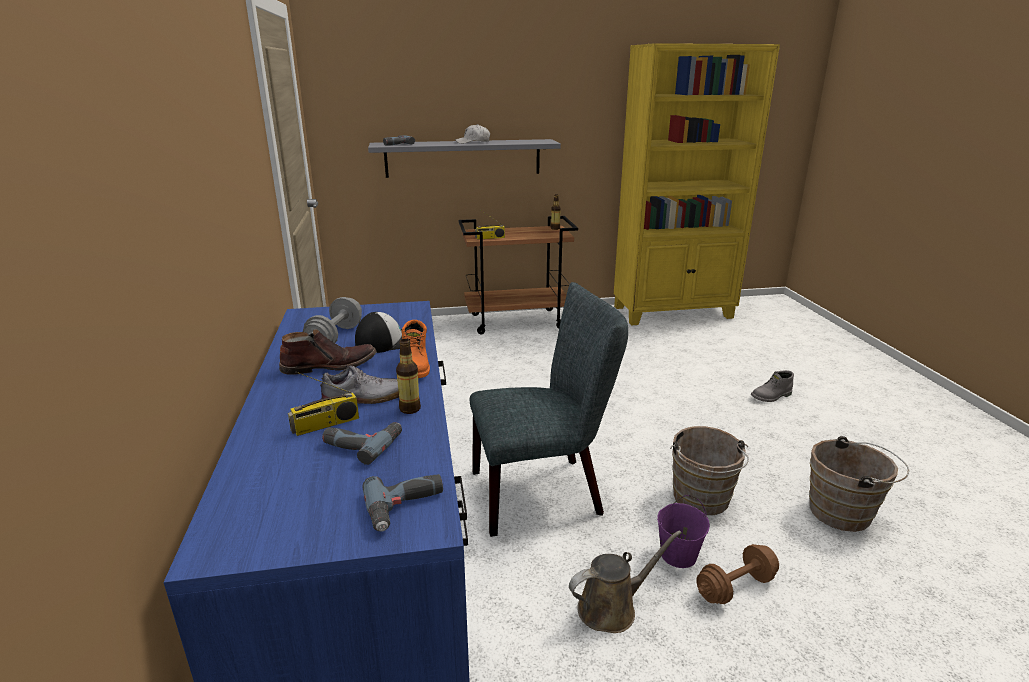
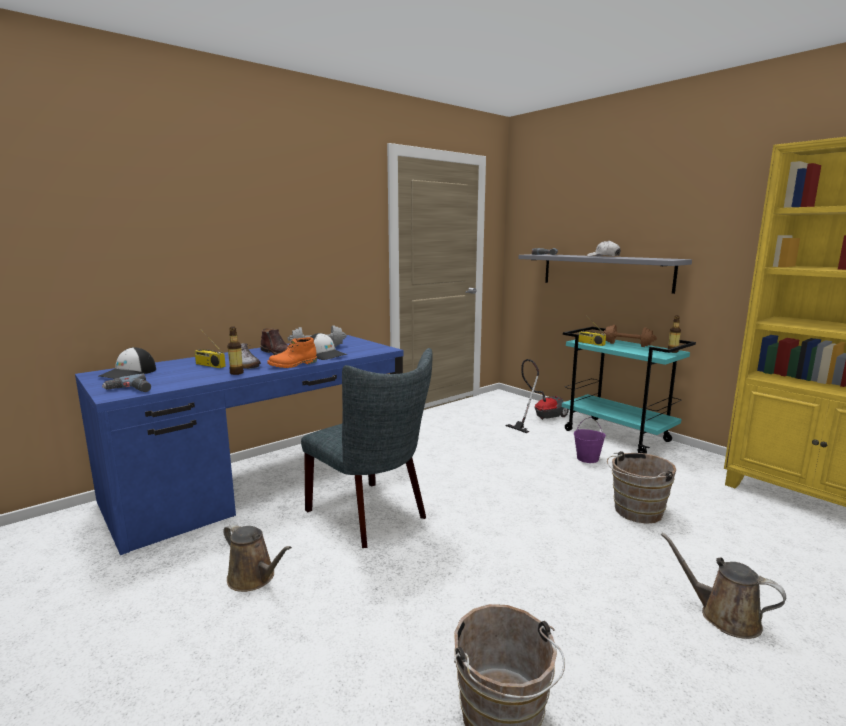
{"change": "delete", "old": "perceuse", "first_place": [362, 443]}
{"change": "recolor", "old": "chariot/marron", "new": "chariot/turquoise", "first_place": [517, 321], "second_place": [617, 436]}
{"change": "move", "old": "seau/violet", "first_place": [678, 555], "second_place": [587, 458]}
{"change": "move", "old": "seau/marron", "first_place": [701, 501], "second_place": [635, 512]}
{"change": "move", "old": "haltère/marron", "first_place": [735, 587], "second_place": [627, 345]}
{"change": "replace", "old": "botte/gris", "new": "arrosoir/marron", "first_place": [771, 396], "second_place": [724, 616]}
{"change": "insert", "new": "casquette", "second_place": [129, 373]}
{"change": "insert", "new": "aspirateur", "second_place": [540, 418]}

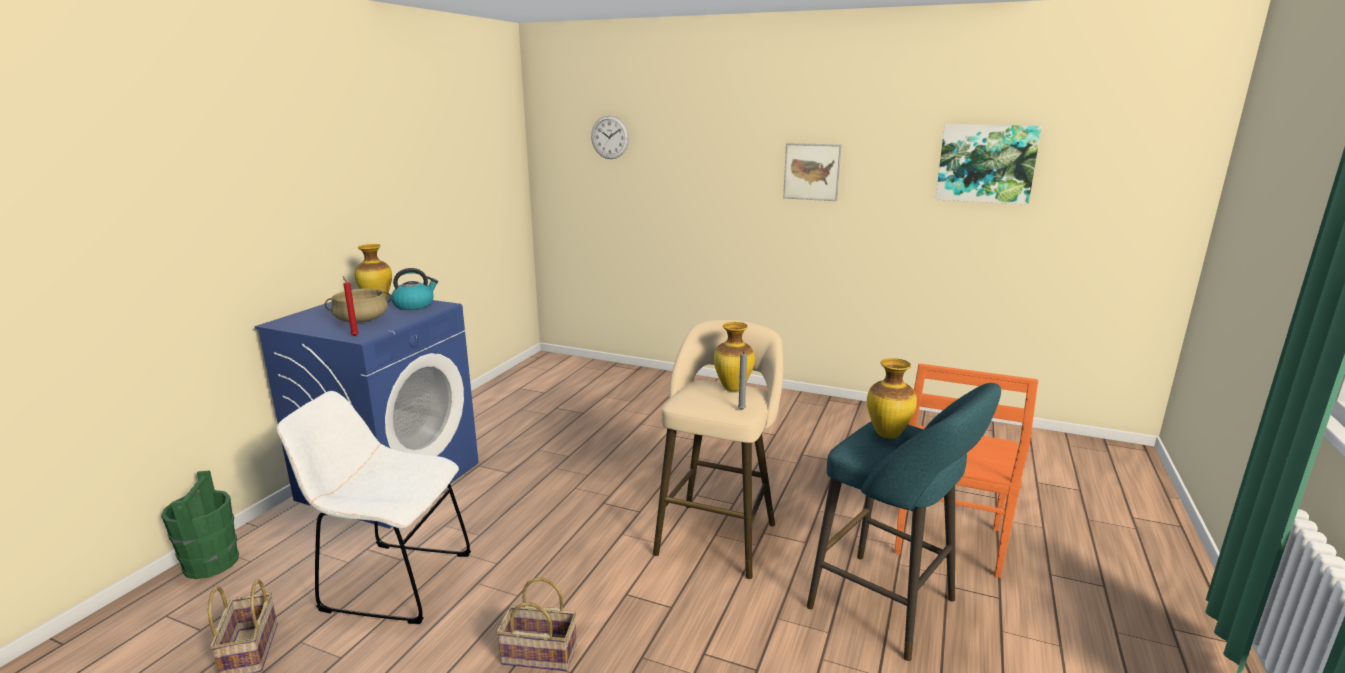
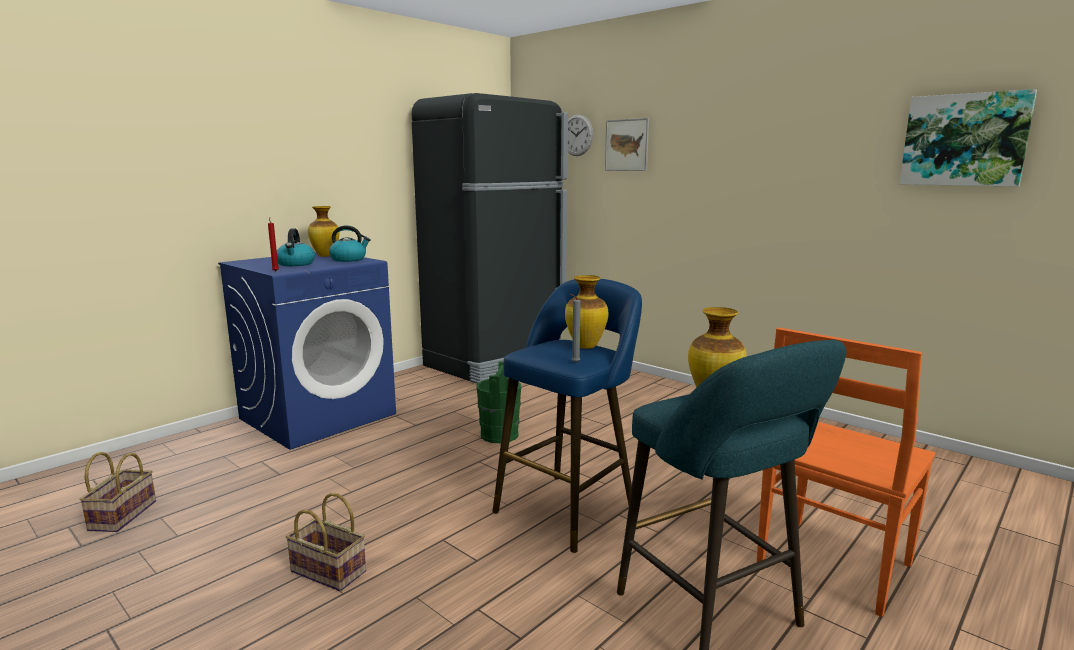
{"change": "move", "old": "seau/vert", "first_place": [211, 563], "second_place": [499, 435]}
{"change": "delete", "old": "chaise/blanc", "first_place": [391, 581]}
{"change": "replace", "old": "marmite/beige", "new": "bouilloire", "first_place": [361, 320], "second_place": [296, 264]}
{"change": "recolor", "old": "tabouret/beige", "new": "tabouret/bleu", "first_place": [718, 534], "second_place": [569, 507]}
{"change": "move", "old": "tableau", "first_place": [811, 172], "second_place": [626, 145]}
{"change": "insert", "new": "réfrigérateur/noir", "second_place": [495, 363]}

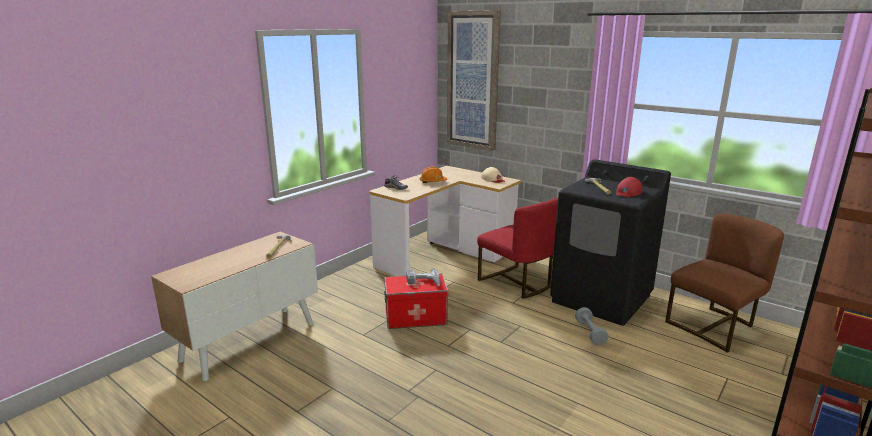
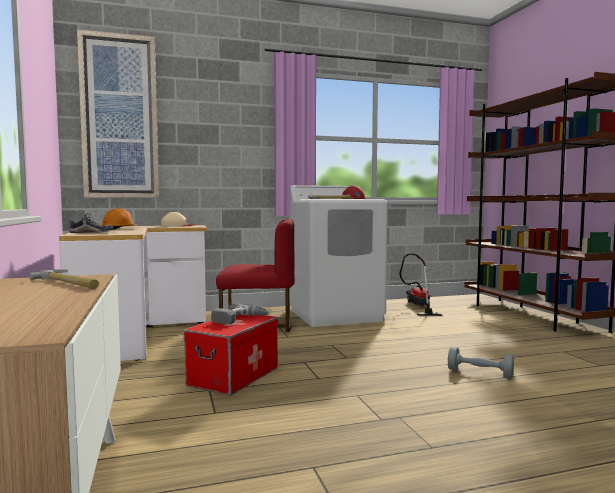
{"change": "recolor", "old": "lave-linge/noir", "new": "lave-linge/blanc", "first_place": [601, 298], "second_place": [336, 315]}
{"change": "move", "old": "haltère/gris", "first_place": [590, 333], "second_place": [480, 373]}
{"change": "replace", "old": "chaise/marron", "new": "aspirateur", "first_place": [714, 326], "second_place": [418, 306]}

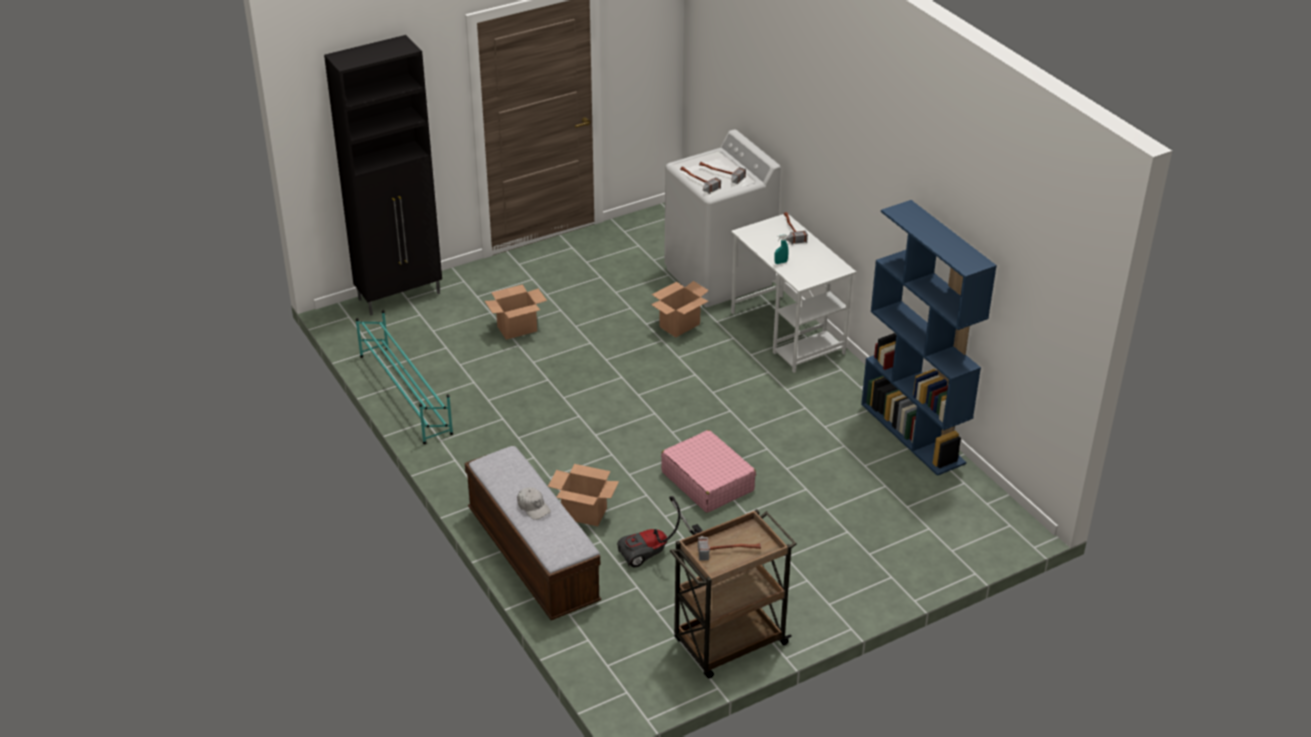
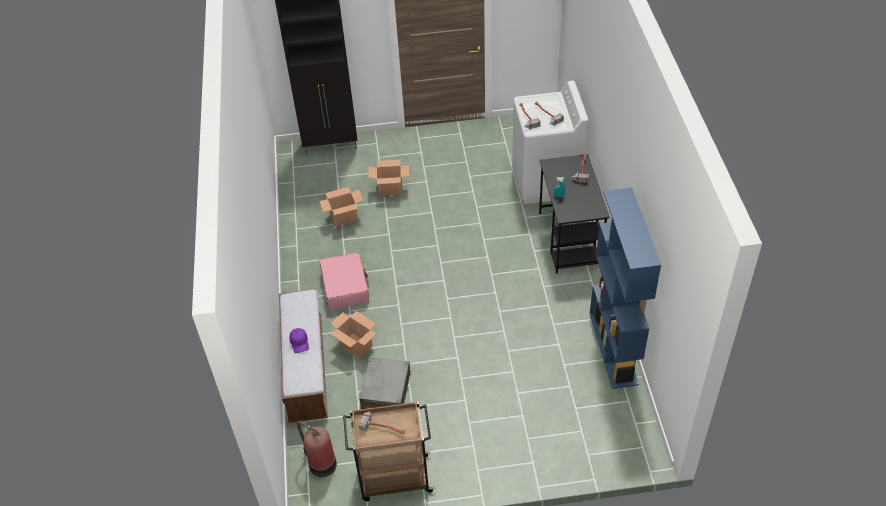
{"change": "delete", "old": "étagère à chaussures/turquoise", "first_place": [405, 393]}
{"change": "recolor", "old": "casquette/blanc", "new": "casquette/violet", "first_place": [533, 507], "second_place": [299, 342]}
{"change": "replace", "old": "aspirateur", "new": "valise/gris", "first_place": [657, 552], "second_place": [386, 391]}
{"change": "move", "old": "carton", "first_place": [679, 326], "second_place": [343, 218]}
{"change": "move", "old": "valise/rose", "first_place": [707, 481], "second_place": [345, 287]}
{"change": "recolor", "old": "bureau/blanc", "new": "bureau/noir", "first_place": [788, 333], "second_place": [569, 240]}
{"change": "insert", "new": "extincteur", "second_place": [321, 463]}

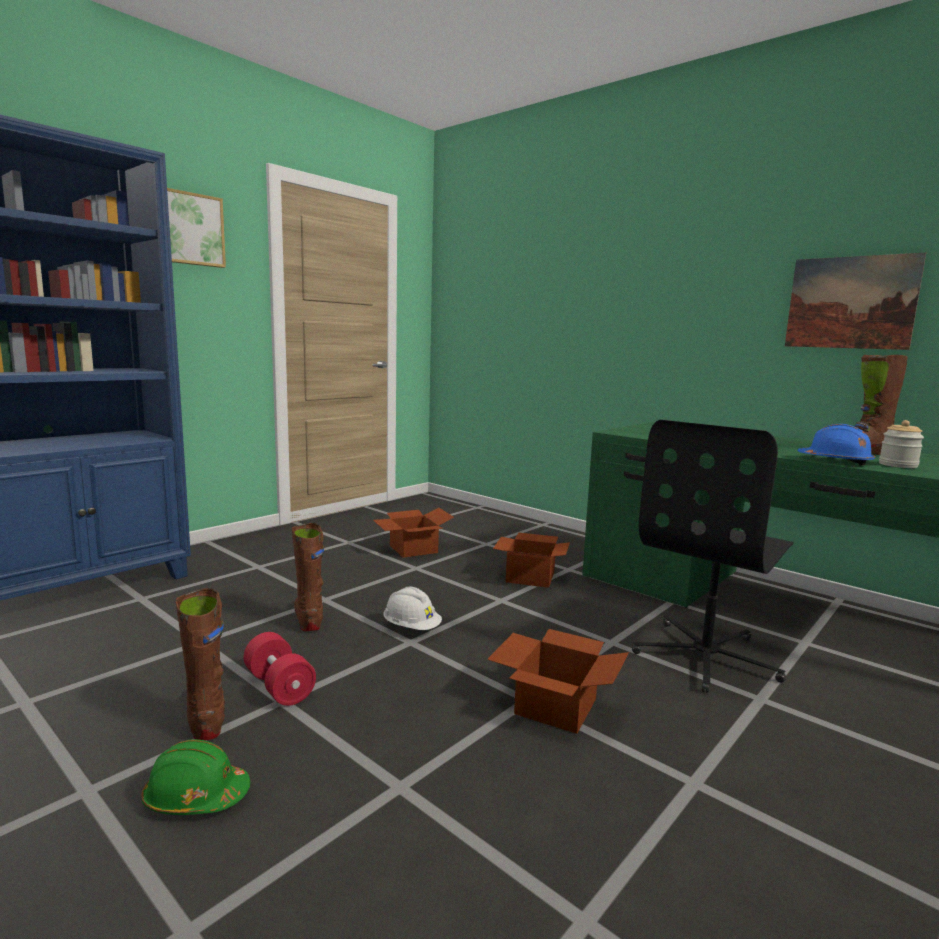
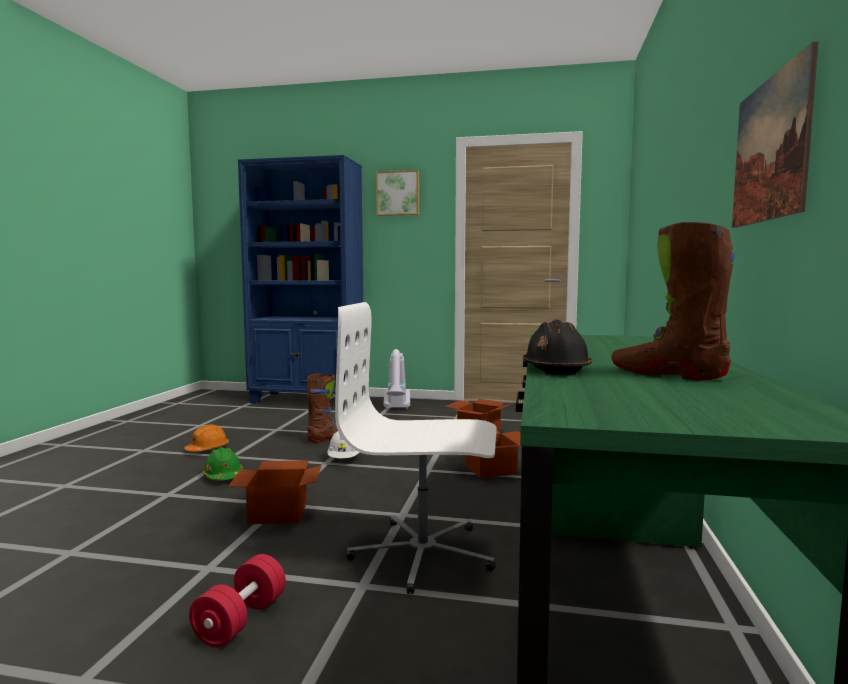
{"change": "move", "old": "casque de chantier/vert", "first_place": [196, 797], "second_place": [223, 476]}
{"change": "replace", "old": "botte/marron", "new": "casque de chantier/orange", "first_place": [206, 716], "second_place": [207, 449]}
{"change": "move", "old": "haltère/rouge", "first_place": [279, 686], "second_place": [241, 620]}
{"change": "recolor", "old": "chaise de bureau/noir", "new": "chaise de bureau/blanc", "first_place": [706, 657], "second_place": [423, 554]}
{"change": "recolor", "old": "casque de chantier/bleu", "new": "casque de chantier/noir", "first_place": [835, 461], "second_place": [555, 369]}
{"change": "delete", "old": "bocal", "first_place": [898, 465]}
{"change": "insert", "new": "aspirateur", "second_place": [397, 409]}

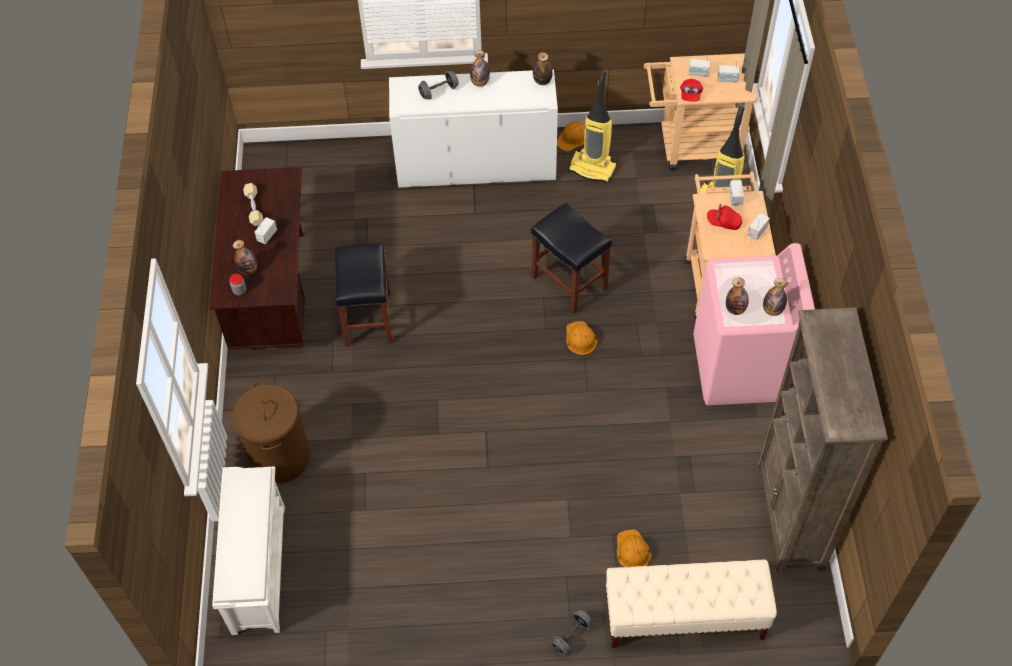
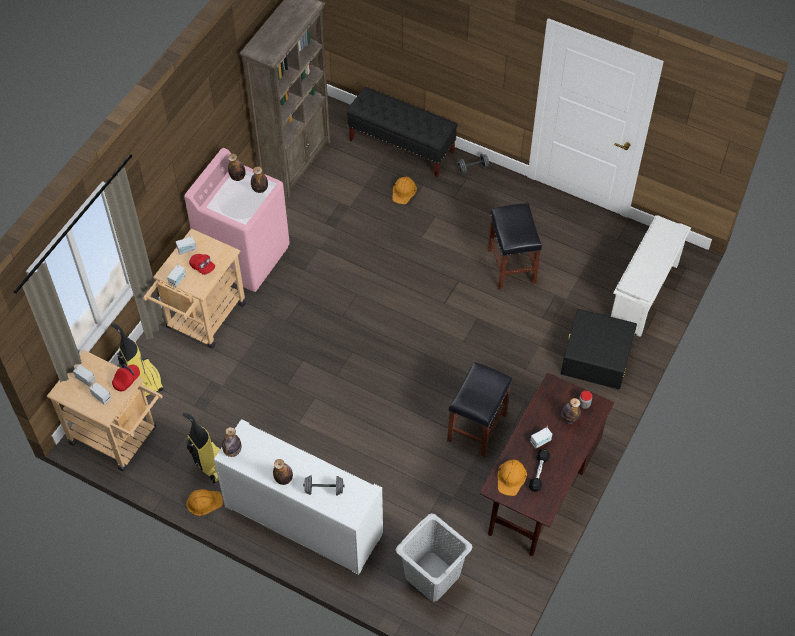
{"change": "replace", "old": "panier à linge/marron", "new": "boîte de rangement/noir", "first_place": [279, 457], "second_place": [596, 357]}
{"change": "recolor", "old": "haltère/beige", "new": "haltère/noir", "first_place": [254, 208], "second_place": [538, 473]}
{"change": "move", "old": "tabouret/noir", "first_place": [570, 283], "second_place": [510, 266]}
{"change": "move", "old": "casque de chantier/orange", "first_place": [580, 338], "second_place": [511, 477]}
{"change": "recolor", "old": "banc/beige", "new": "banc/noir", "first_place": [683, 617], "second_place": [402, 147]}
{"change": "insert", "new": "panier à linge/gris", "second_place": [432, 577]}

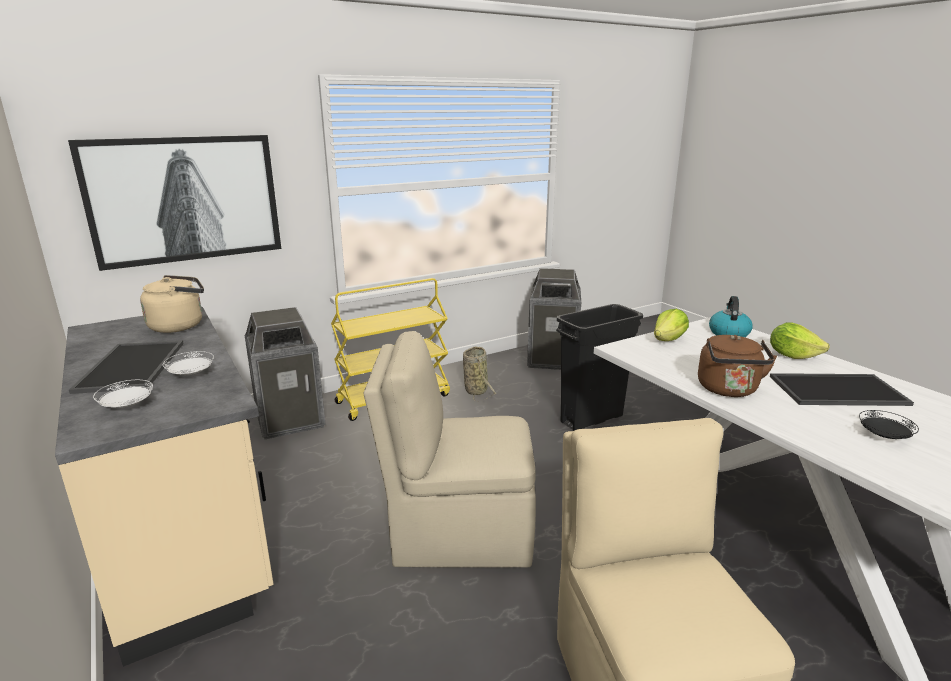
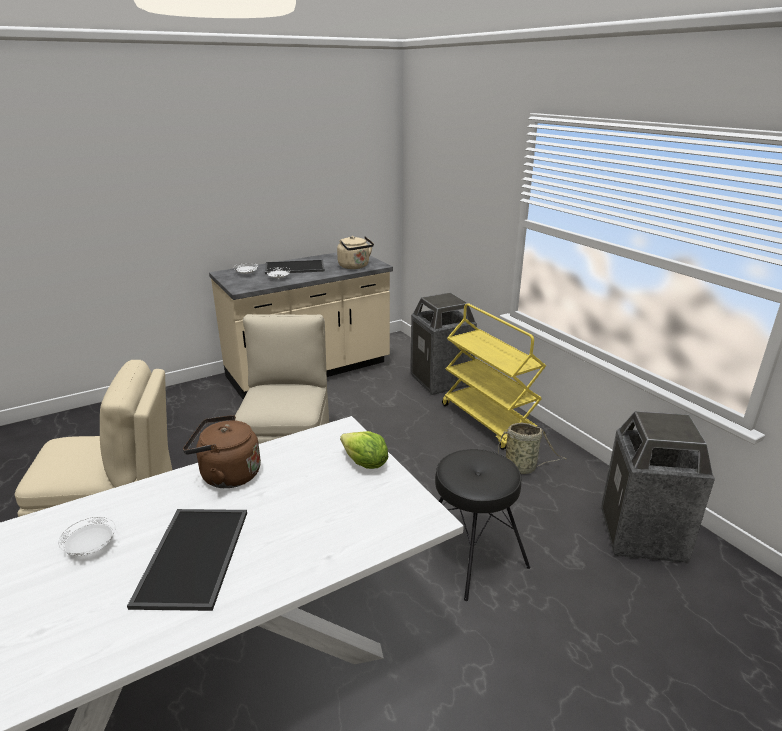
{"change": "delete", "old": "tableau", "first_place": [185, 199]}
{"change": "replace", "old": "poubelle/noir", "new": "tabouret/noir", "first_place": [592, 419], "second_place": [471, 554]}
{"change": "delete", "old": "bouilloire", "first_place": [728, 333]}
{"change": "delete", "old": "laitue", "first_place": [792, 356]}
{"change": "recolor", "old": "assiette/noir", "new": "assiette/blanc", "first_place": [884, 436], "second_place": [91, 547]}

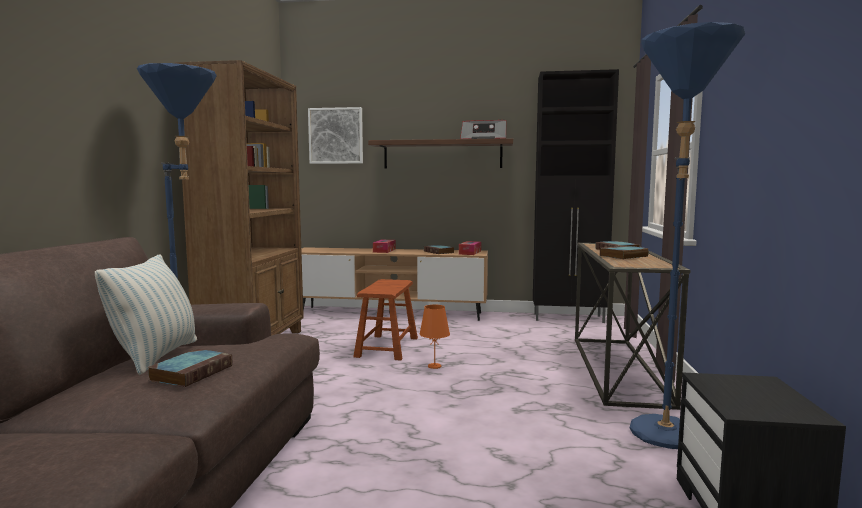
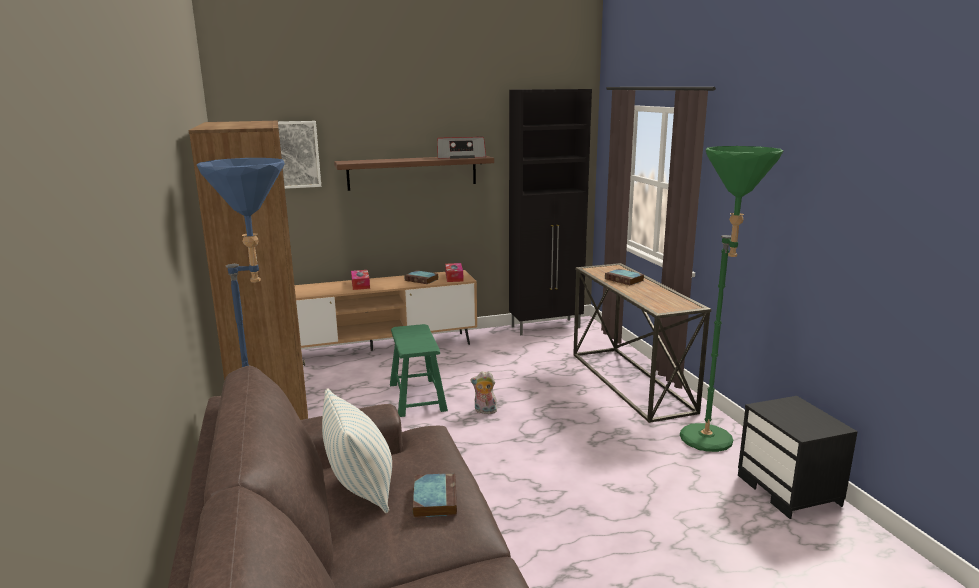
{"change": "recolor", "old": "tabouret/marron", "new": "tabouret/vert", "first_place": [387, 347], "second_place": [417, 397]}
{"change": "replace", "old": "lampe de table/orange", "new": "peluche", "first_place": [434, 366], "second_place": [484, 411]}
{"change": "delete", "old": "livre", "first_place": [623, 256]}
{"change": "recolor", "old": "lampadaire/bleu", "new": "lampadaire/vert", "first_place": [666, 440], "second_place": [710, 445]}

